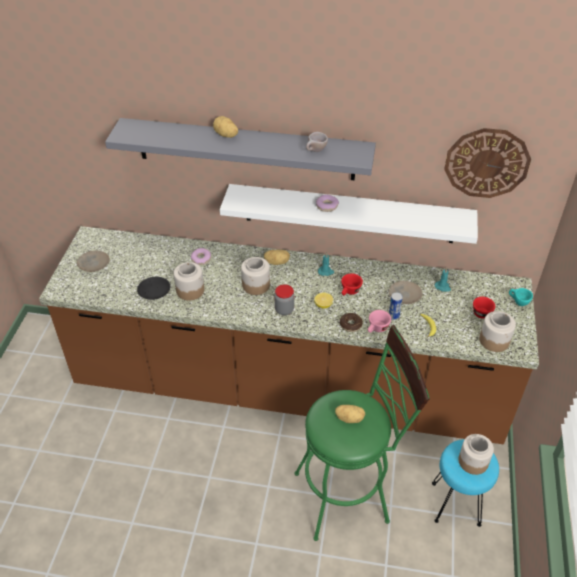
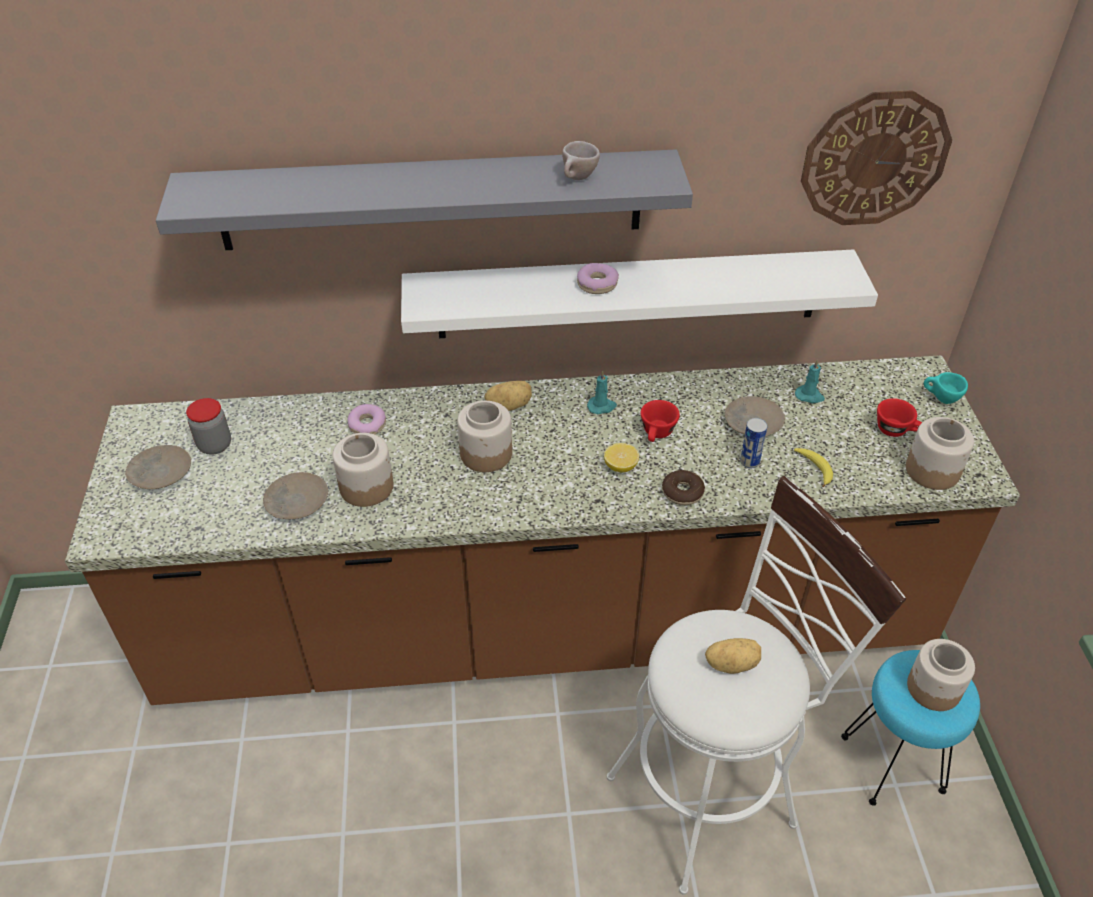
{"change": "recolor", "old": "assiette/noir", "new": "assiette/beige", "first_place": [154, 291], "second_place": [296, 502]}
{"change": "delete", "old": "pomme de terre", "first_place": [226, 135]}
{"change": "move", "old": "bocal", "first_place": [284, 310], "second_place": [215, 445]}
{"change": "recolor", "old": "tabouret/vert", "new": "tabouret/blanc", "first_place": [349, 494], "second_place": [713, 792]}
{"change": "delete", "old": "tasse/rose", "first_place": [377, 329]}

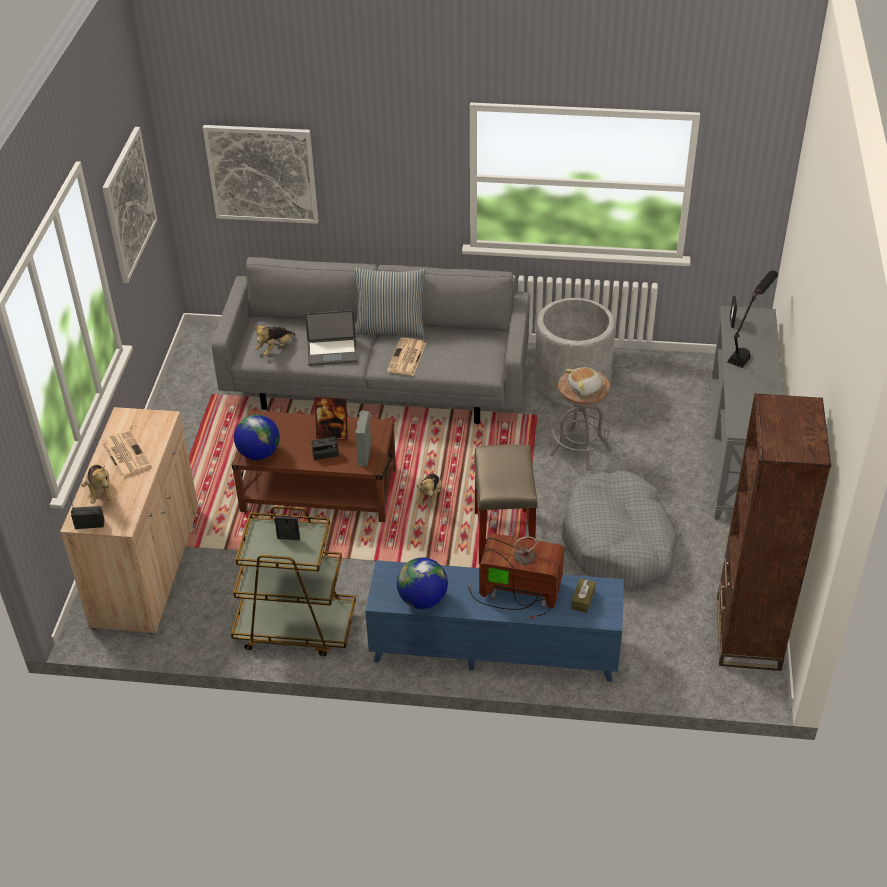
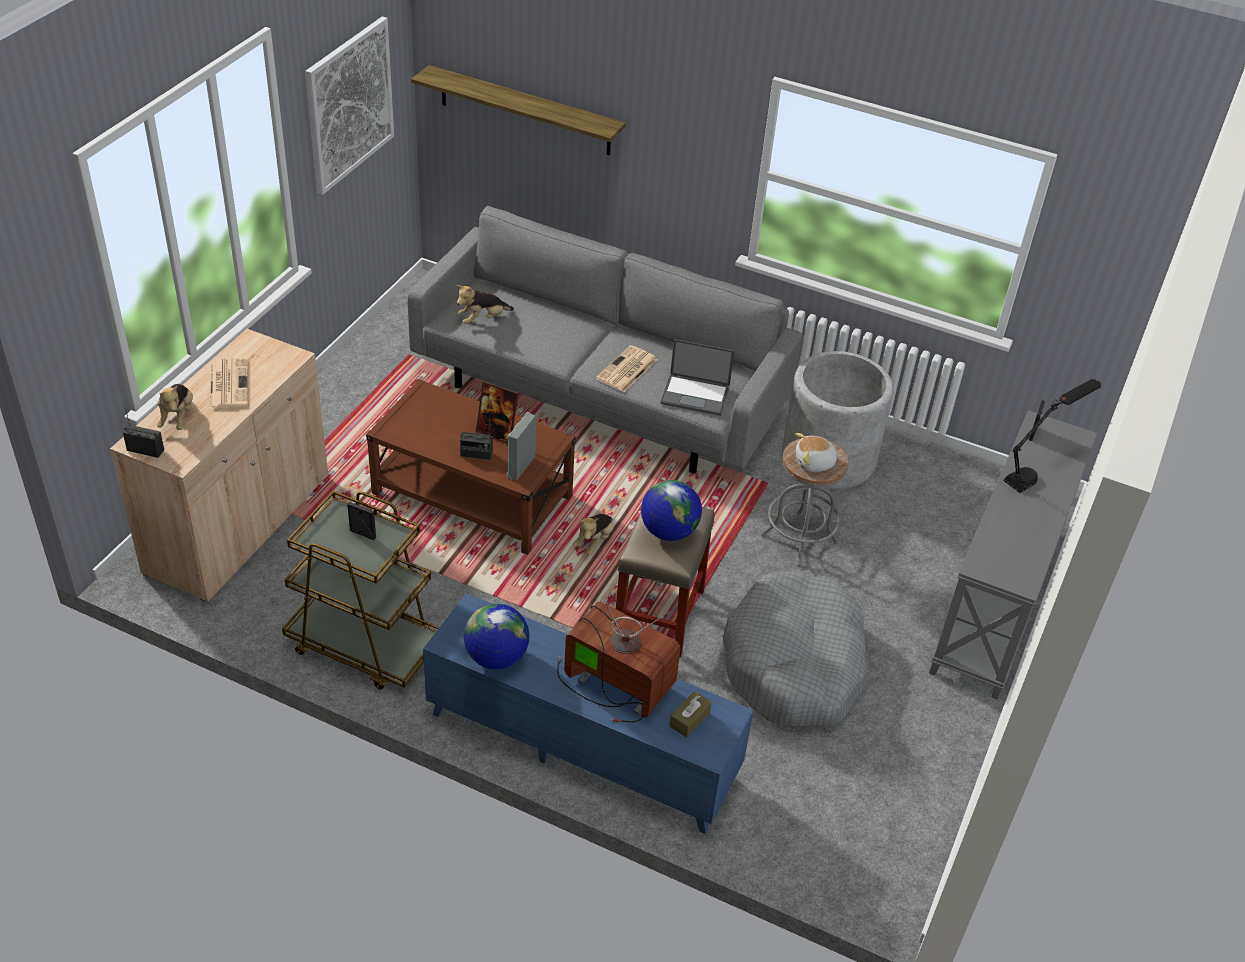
{"change": "replace", "old": "tableau", "new": "étagère", "first_place": [262, 173], "second_place": [525, 111]}
{"change": "move", "old": "globe", "first_place": [258, 453], "second_place": [668, 531]}
{"change": "move", "old": "ordinateur portable", "first_place": [333, 351], "second_place": [696, 394]}
{"change": "delete", "old": "coussin", "first_place": [391, 328]}
{"change": "delete", "old": "bibliothèque/marron", "first_place": [747, 633]}

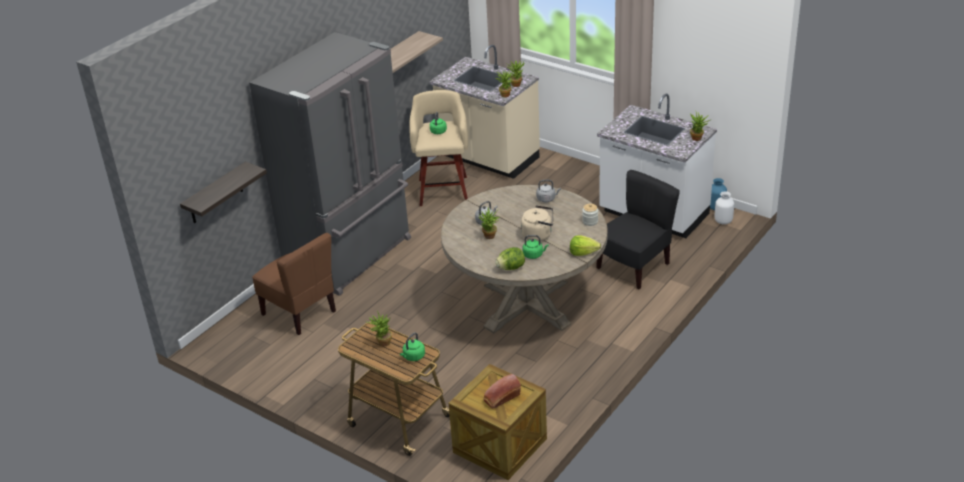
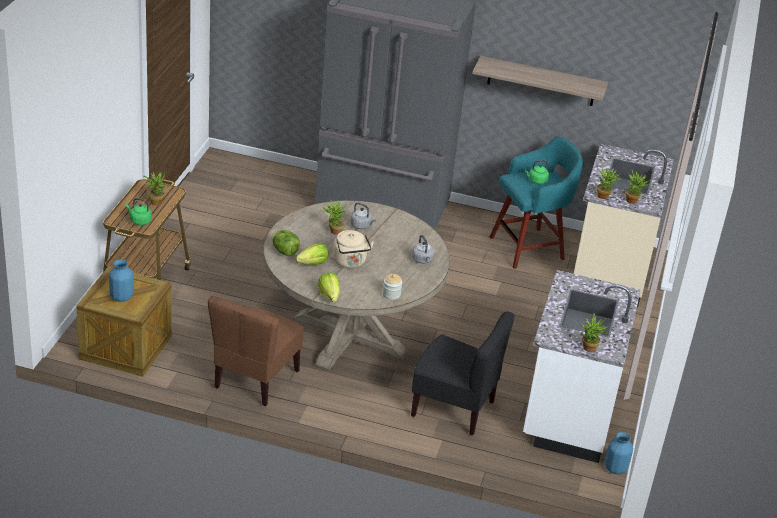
{"change": "delete", "old": "étagère", "first_place": [215, 194]}
{"change": "move", "old": "chaise/marron", "first_place": [300, 312], "second_place": [255, 379]}
{"change": "recolor", "old": "tabouret/beige", "new": "tabouret/turquoise", "first_place": [443, 190], "second_place": [529, 248]}
{"change": "replace", "old": "pain", "new": "vase/bleu", "first_place": [501, 398], "second_place": [121, 297]}
{"change": "replace", "old": "bouilloire/vert", "new": "laitue", "first_place": [534, 255], "second_place": [313, 263]}
{"change": "delete", "old": "vase/blanc", "first_place": [723, 221]}

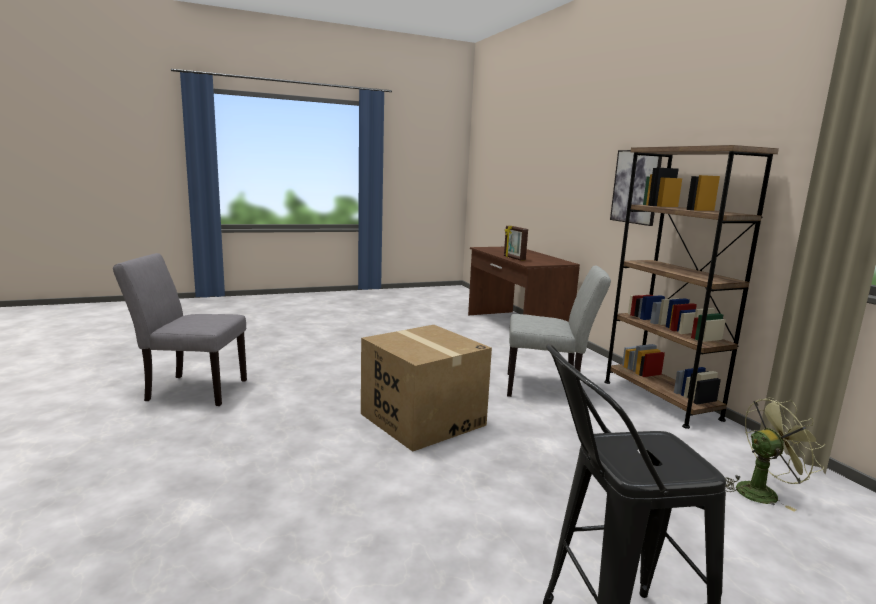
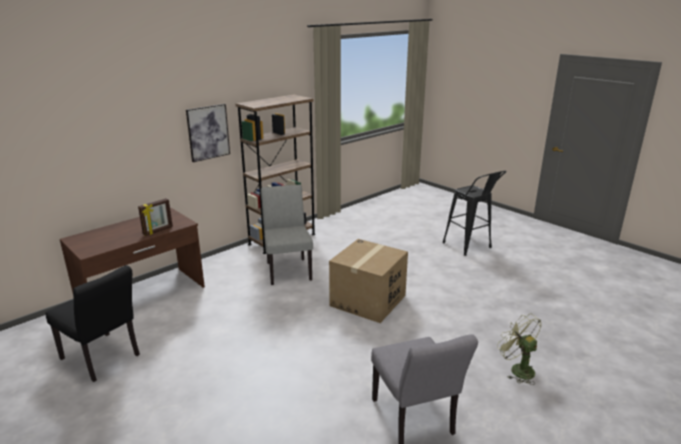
{"change": "move", "old": "ventilateur/vert", "first_place": [762, 491], "second_place": [517, 369]}
{"change": "insert", "new": "chaise/noir", "second_place": [104, 359]}

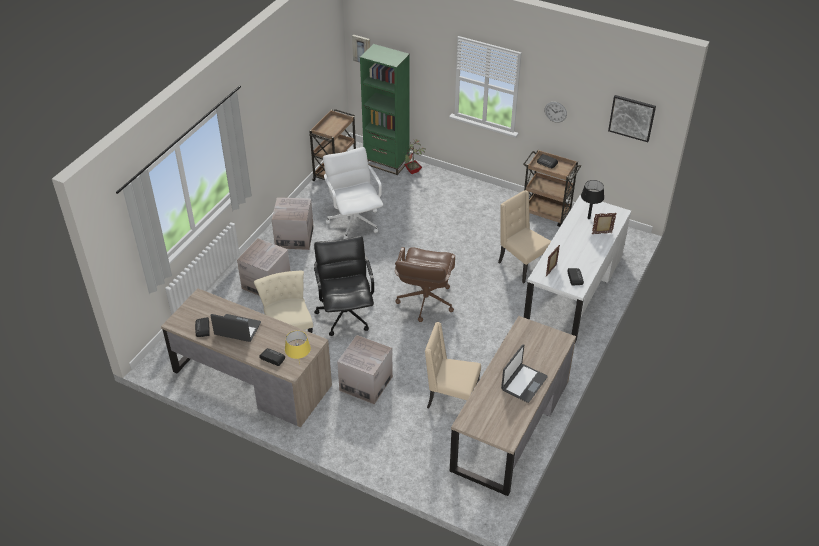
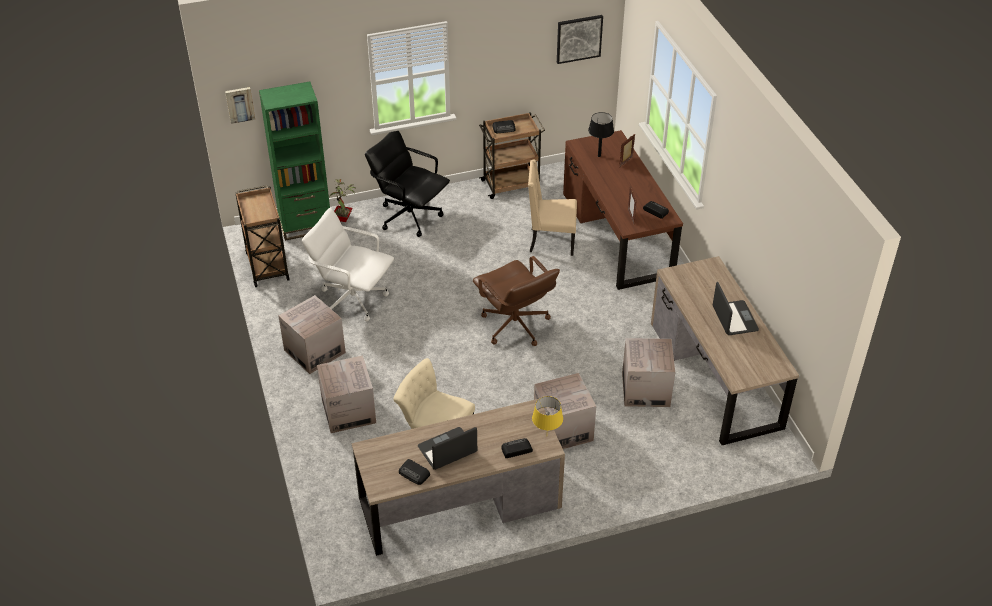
{"change": "move", "old": "chaise de bureau/noir", "first_place": [346, 315], "second_place": [409, 216]}
{"change": "replace", "old": "chaise/beige", "new": "carton", "first_place": [451, 399], "second_place": [645, 389]}
{"change": "recolor", "old": "bureau/blanc", "new": "bureau/marron", "first_place": [574, 289], "second_place": [617, 234]}
{"change": "delete", "old": "horloge murale", "first_place": [555, 112]}

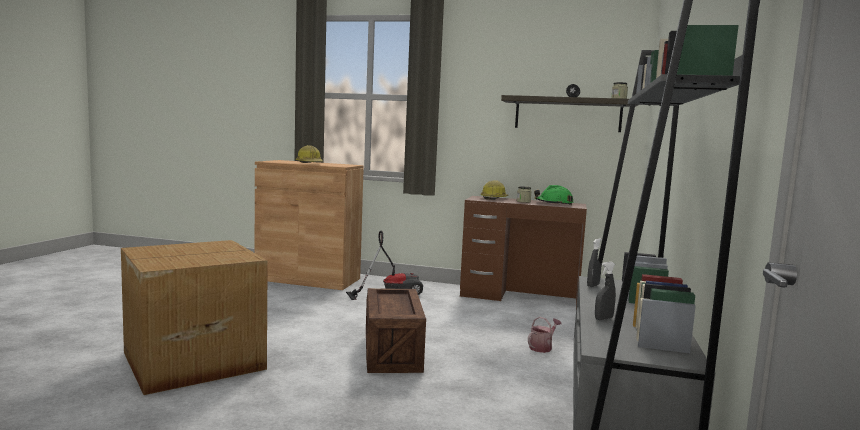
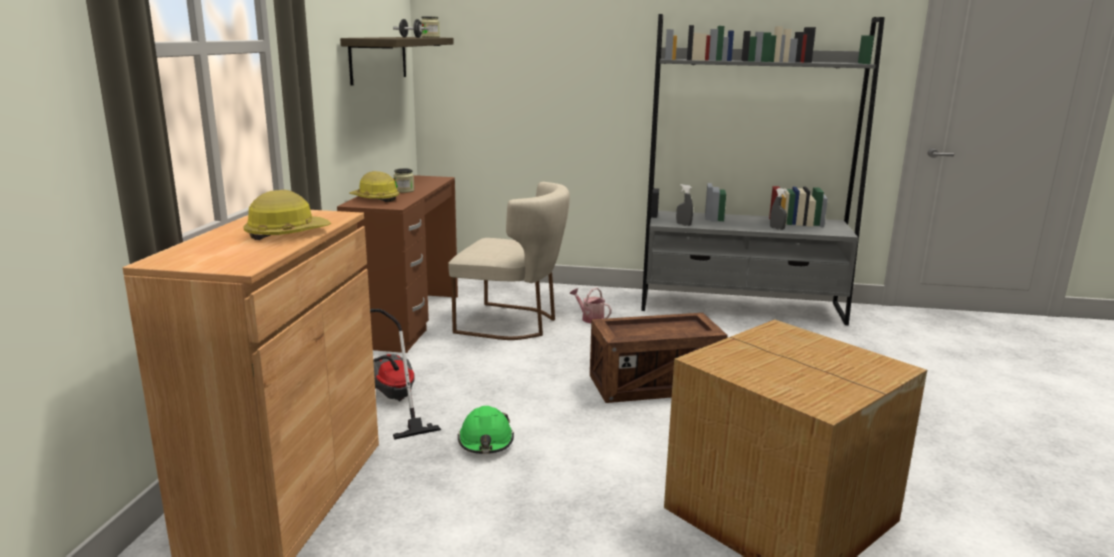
{"change": "move", "old": "casque de chantier/vert", "first_place": [554, 204], "second_place": [486, 442]}
{"change": "insert", "new": "chaise/beige", "second_place": [513, 323]}

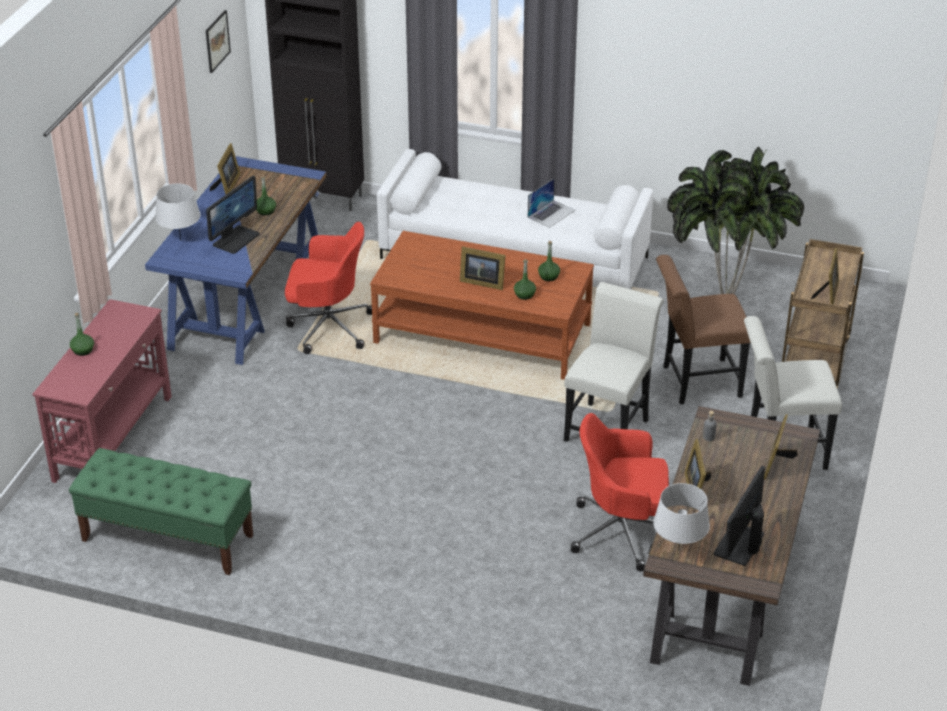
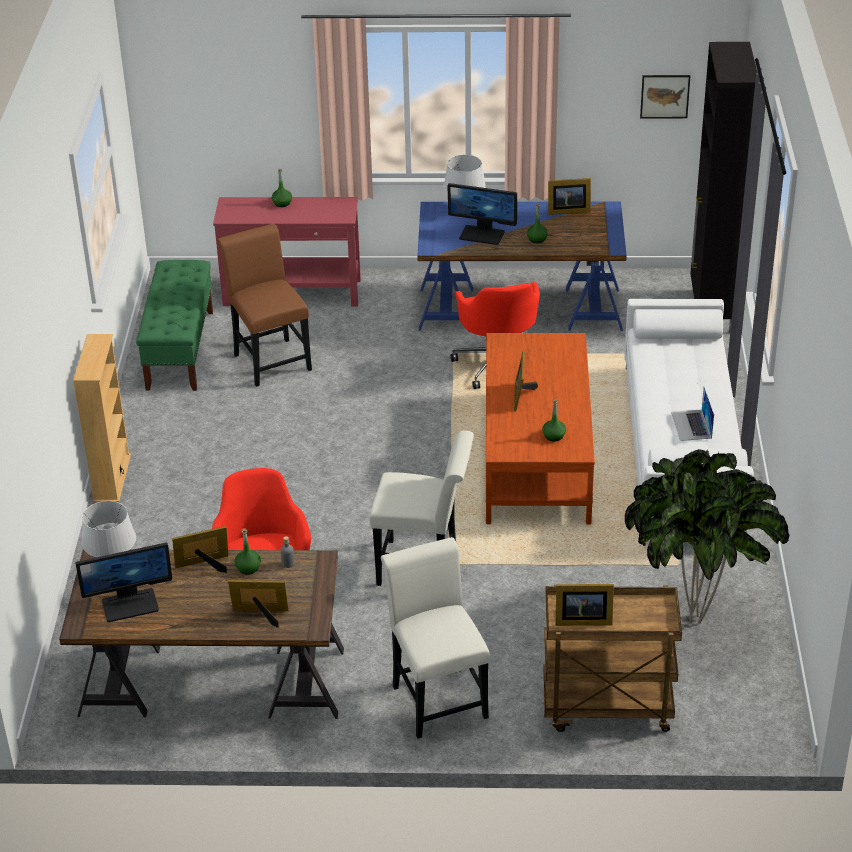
{"change": "move", "old": "bouteille/vert", "first_place": [524, 295], "second_place": [248, 568]}
{"change": "rotate", "old": "ordinateur portable", "first_place": [551, 213], "second_place": [691, 425], "degrees": 60}
{"change": "move", "old": "chaise/marron", "first_place": [695, 382], "second_place": [270, 359]}
{"change": "rotate", "old": "écran d'ordinateur", "first_place": [740, 545], "second_place": [130, 604], "degrees": 150}
{"change": "insert", "new": "bibliothèque/beige", "second_place": [112, 478]}

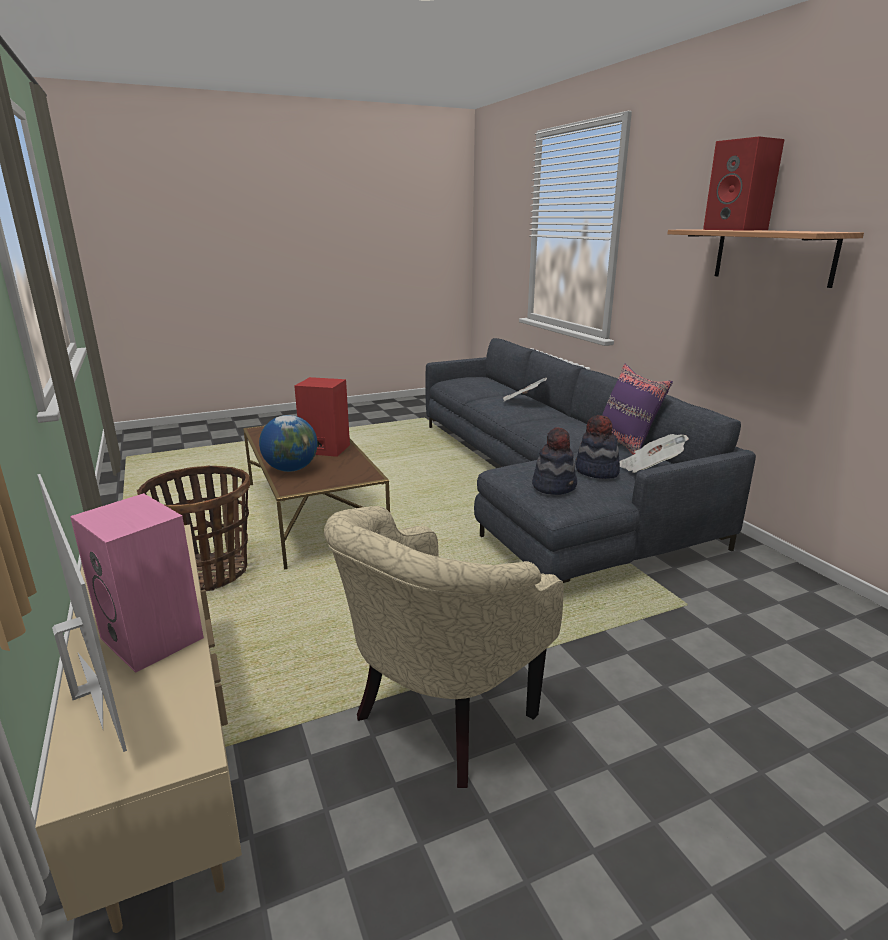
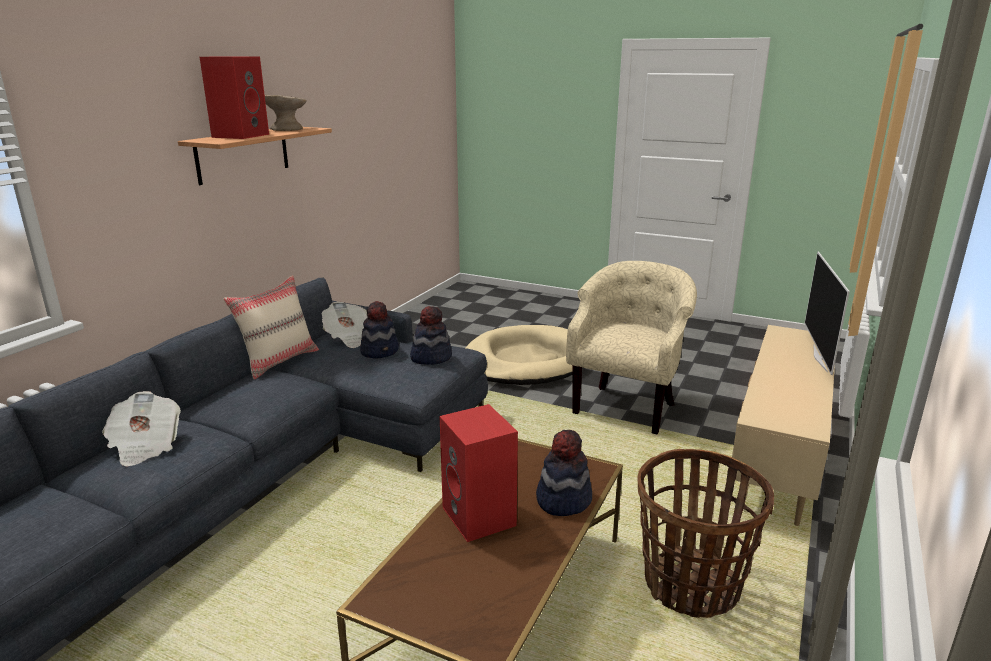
{"change": "delete", "old": "enceinte/rose", "first_place": [155, 638]}
{"change": "replace", "old": "globe", "new": "chapeau", "first_place": [291, 469], "second_place": [563, 499]}
{"change": "rotate", "old": "fauteuil/beige", "first_place": [438, 721], "second_place": [627, 406], "degrees": -60}
{"change": "recolor", "old": "coussin/violet", "new": "coussin/beige", "first_place": [626, 444], "second_place": [279, 361]}
{"change": "insert", "new": "bol/beige", "second_place": [286, 129]}
{"change": "insert", "new": "panier pour chien/beige", "second_place": [526, 361]}

